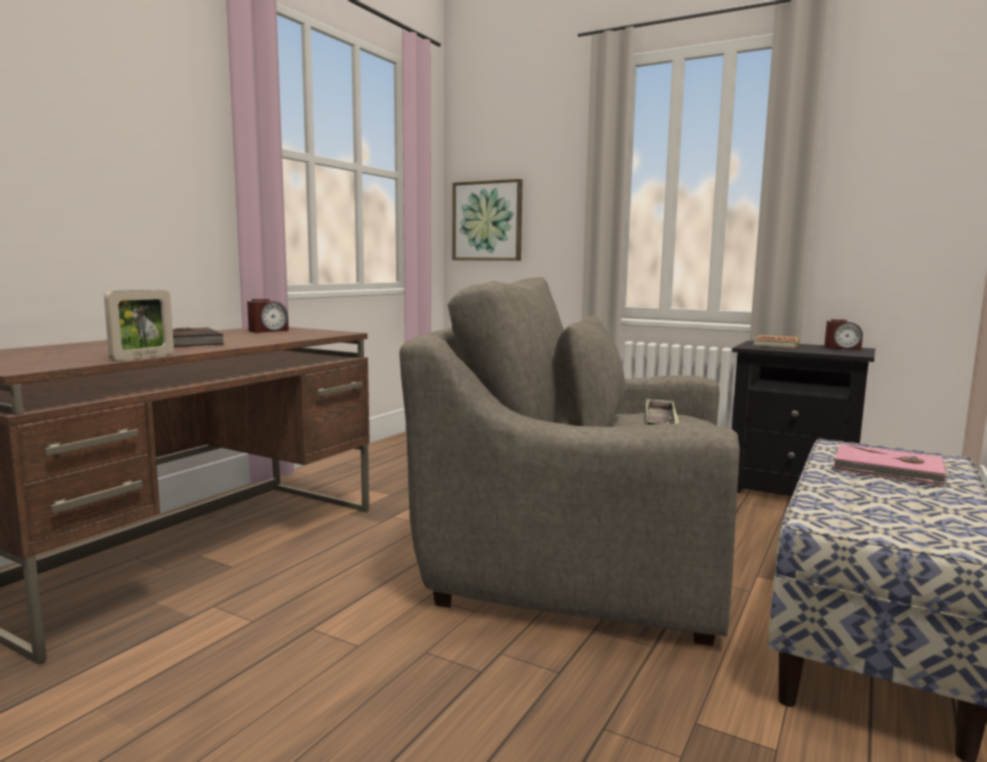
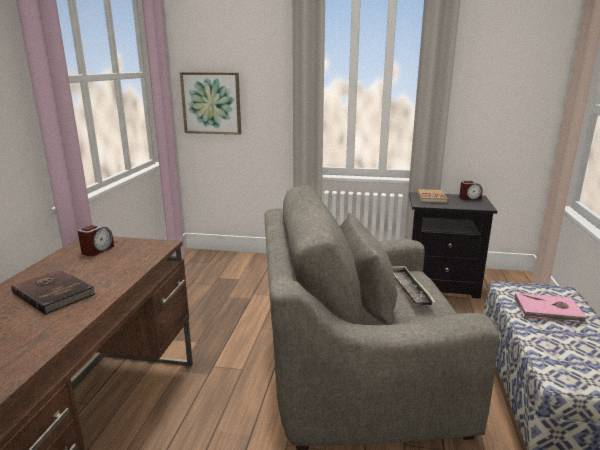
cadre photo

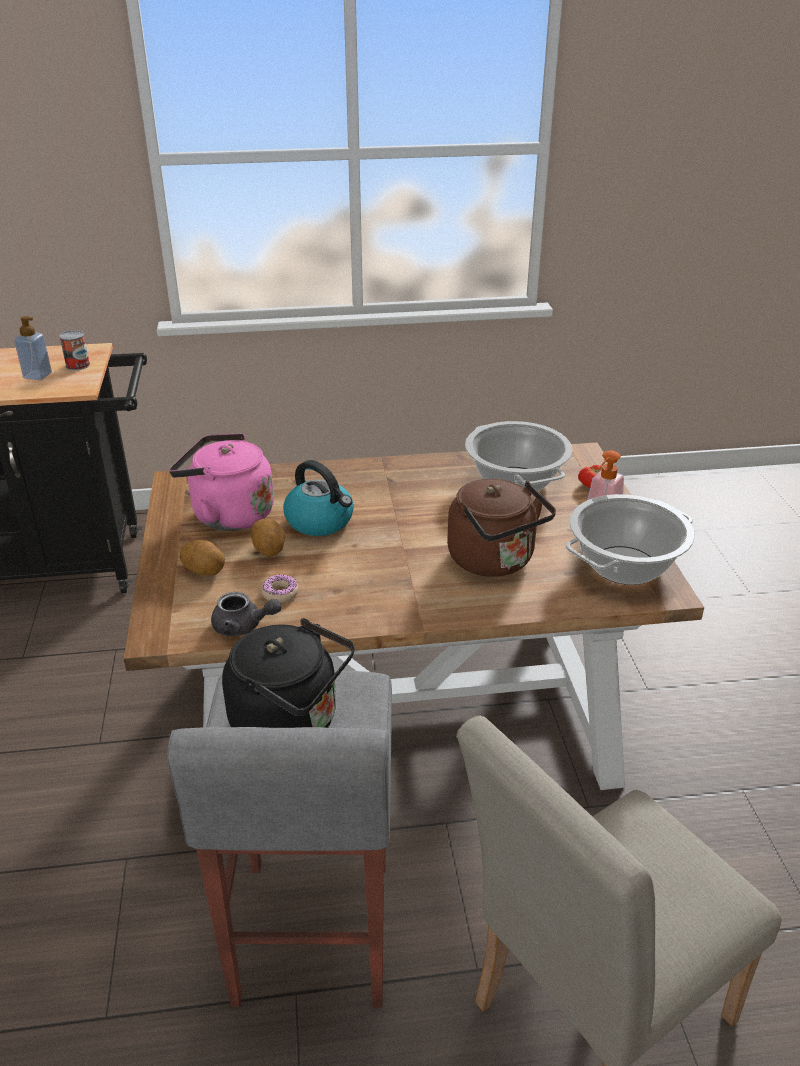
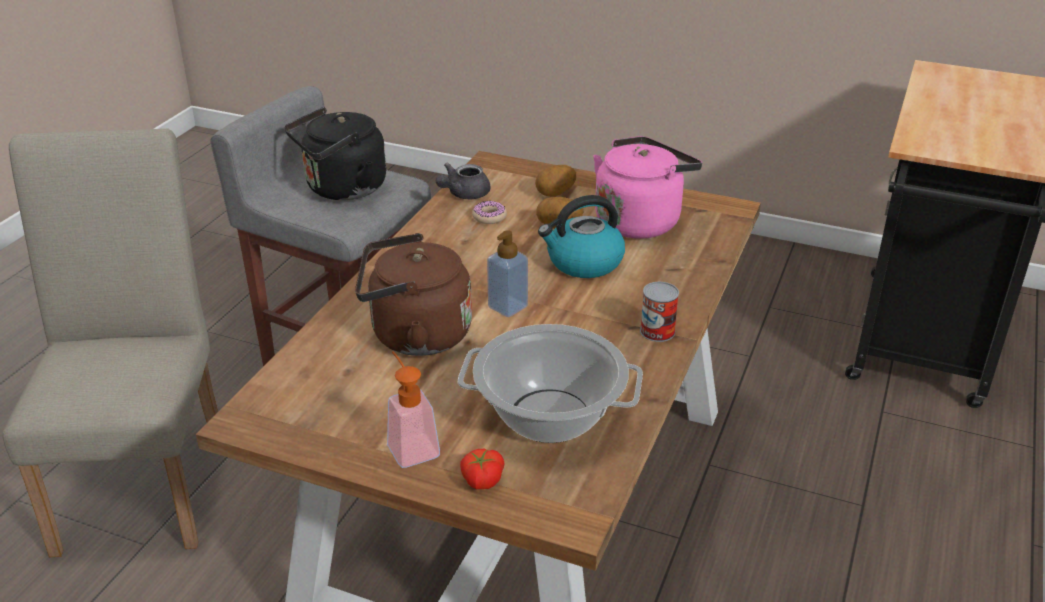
distributeur de savon (no. 2 from left)
boîte métallique
marmite (no. 2 from left in the first image)

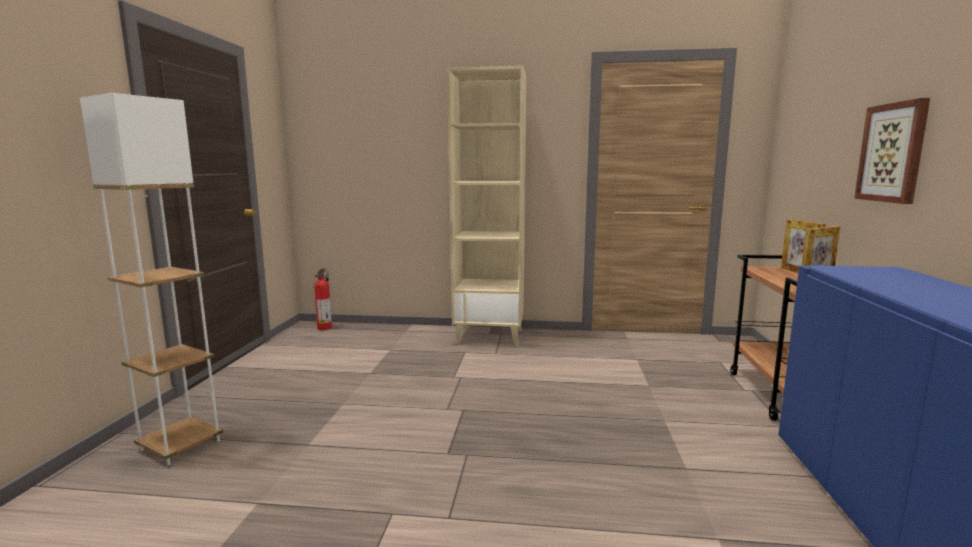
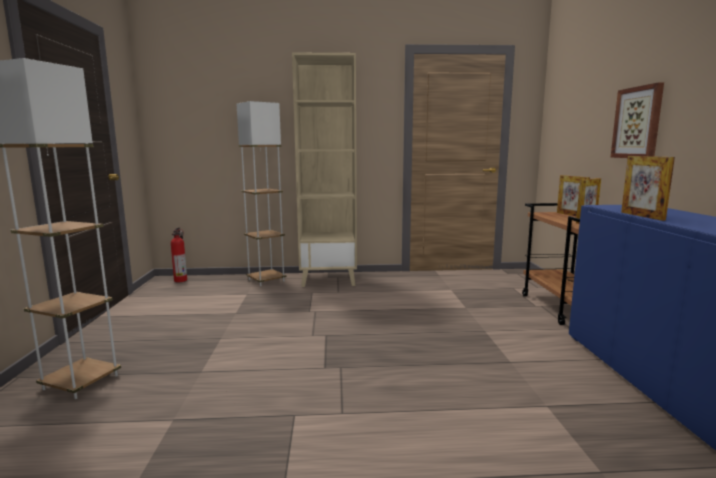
lampadaire/blanc (no. 2 from left)
cadre photo (no. 3 from left)

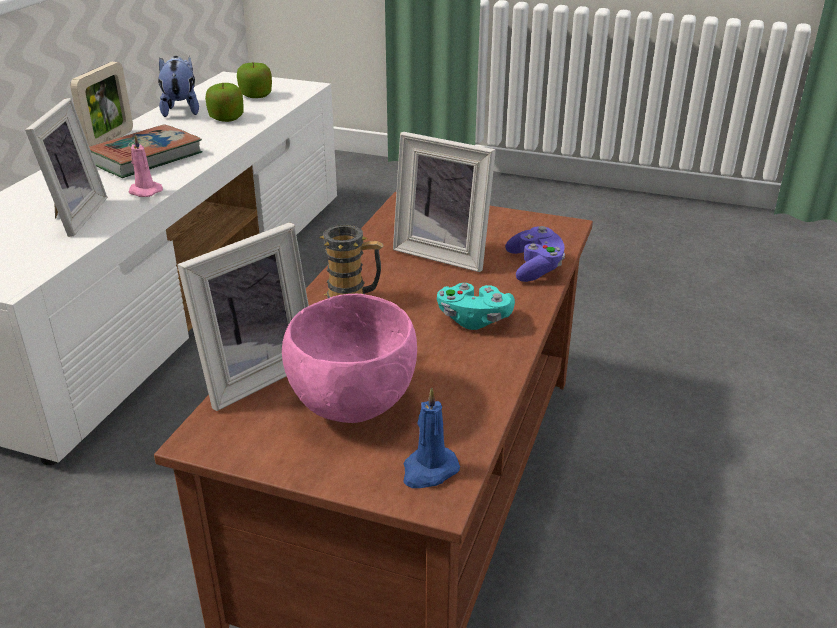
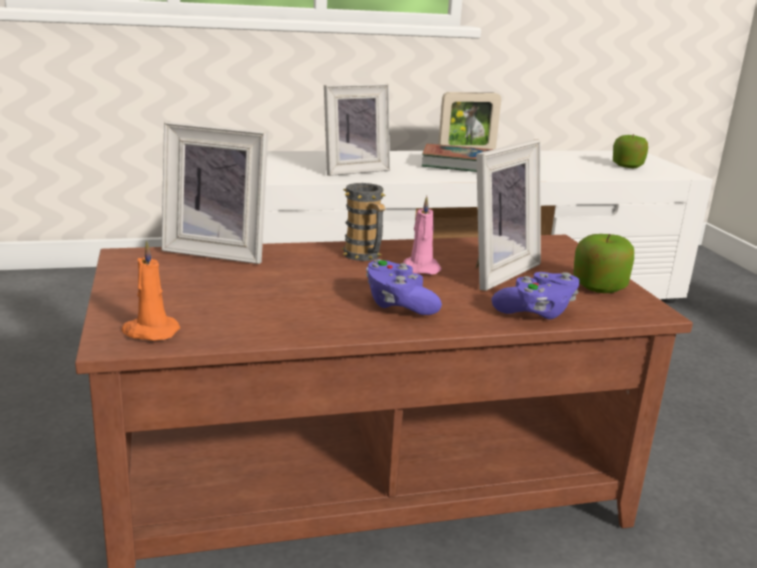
bougie/orange
manette/violet (no. 1 from left)
bougie/rose
cadre photo (no. 4 from left)
pomme (no. 1 from left)
peluche
bol/rose

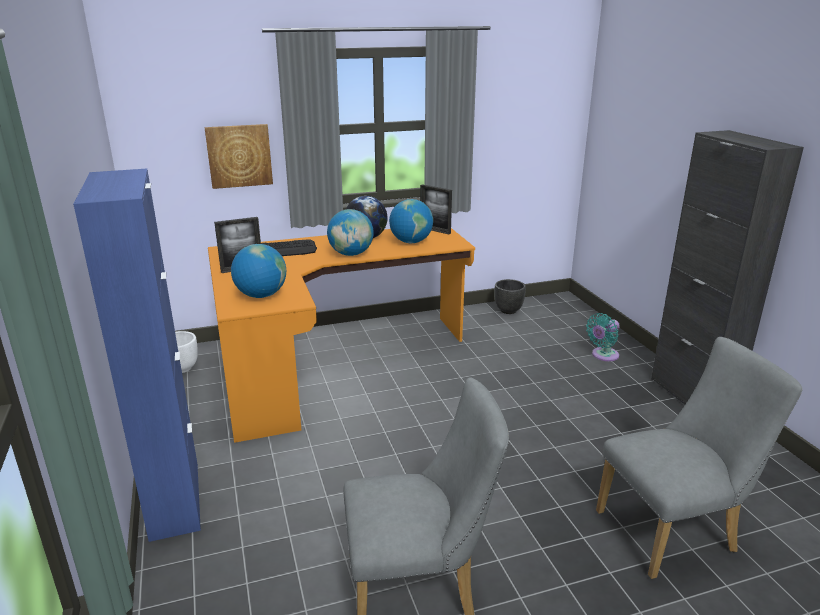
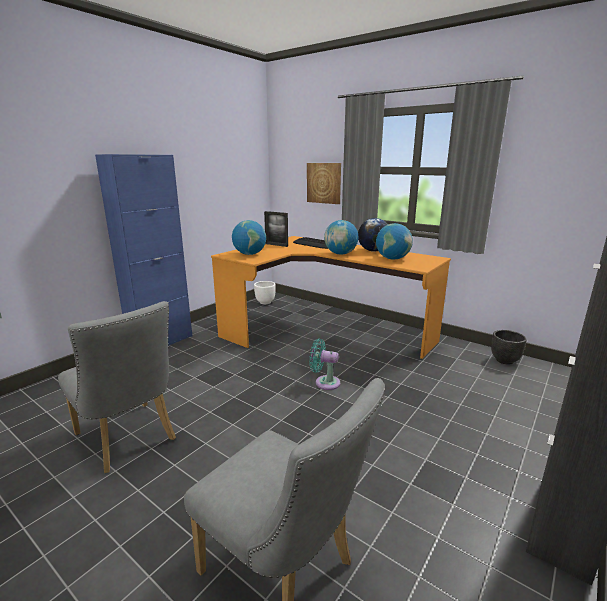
ventilateur/turquoise
cadre photo (no. 2 from left in the first image)

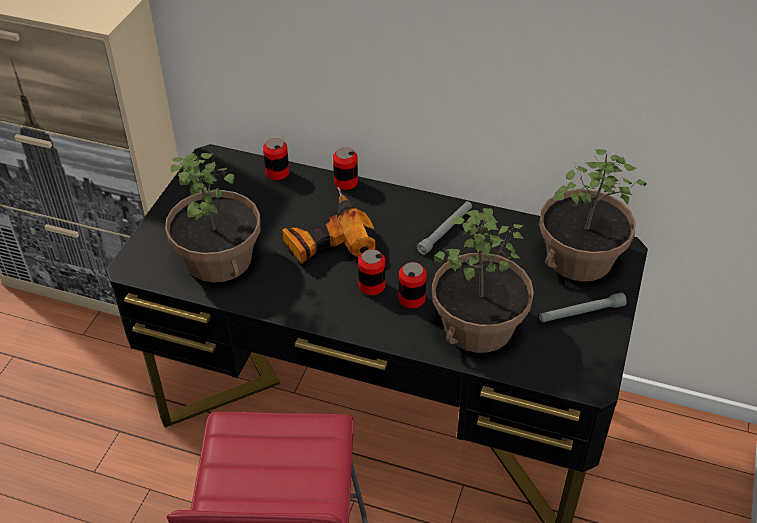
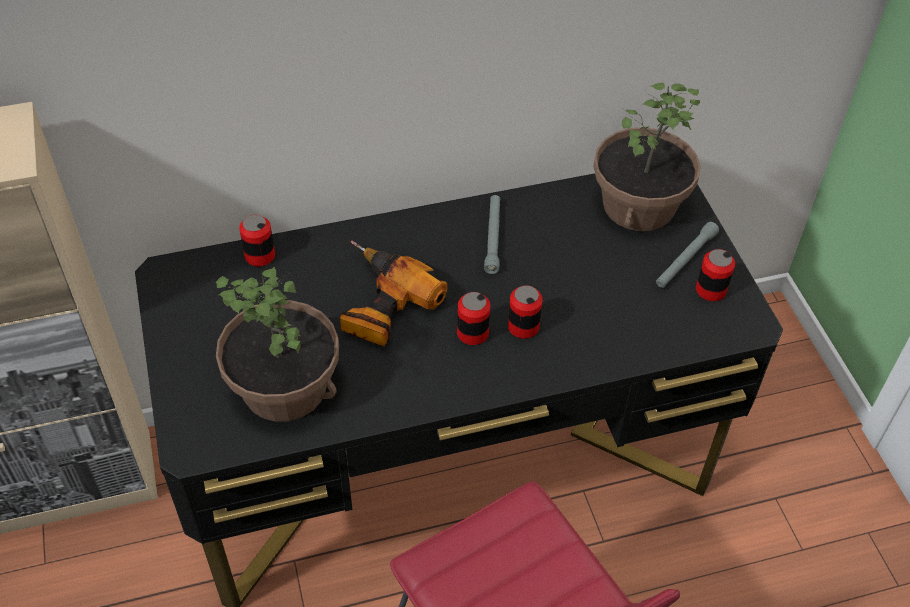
boîte métallique (no. 4 from left)
plante en pot (no. 2 from left in the first image)

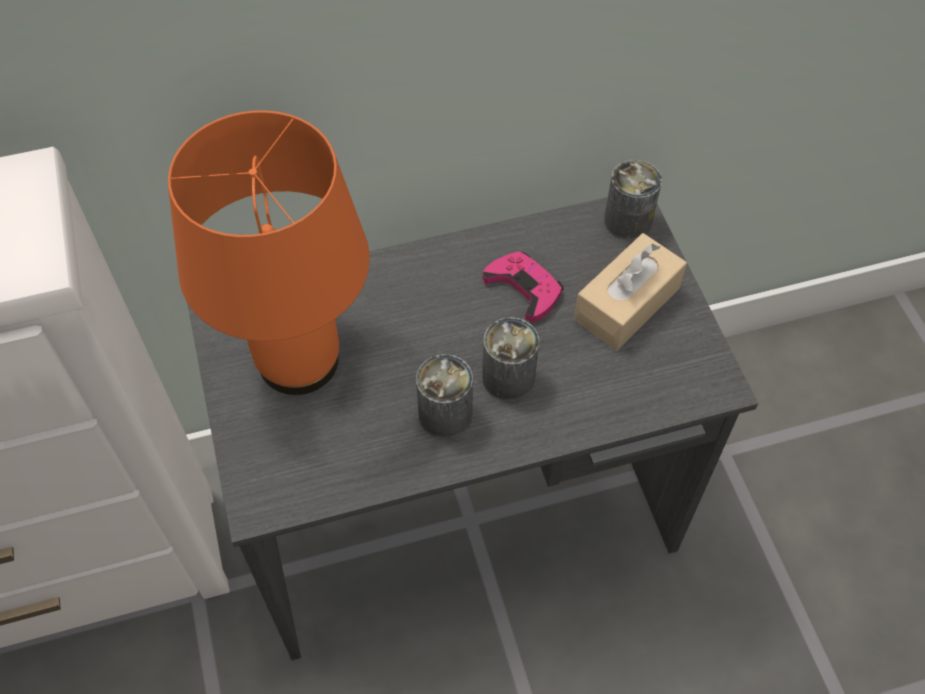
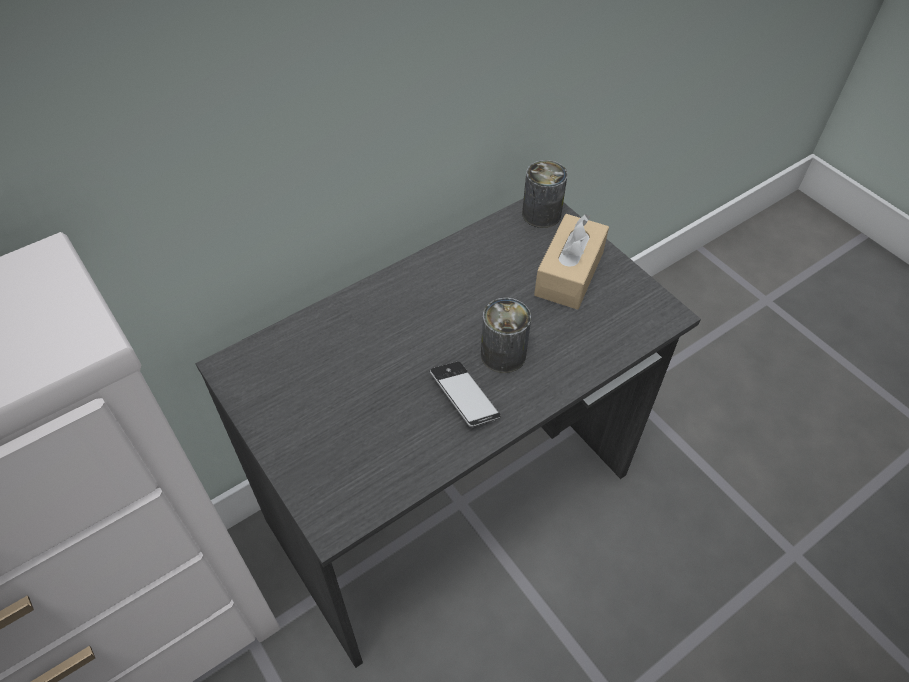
téléphone
lampe de table/orange
manette/rose

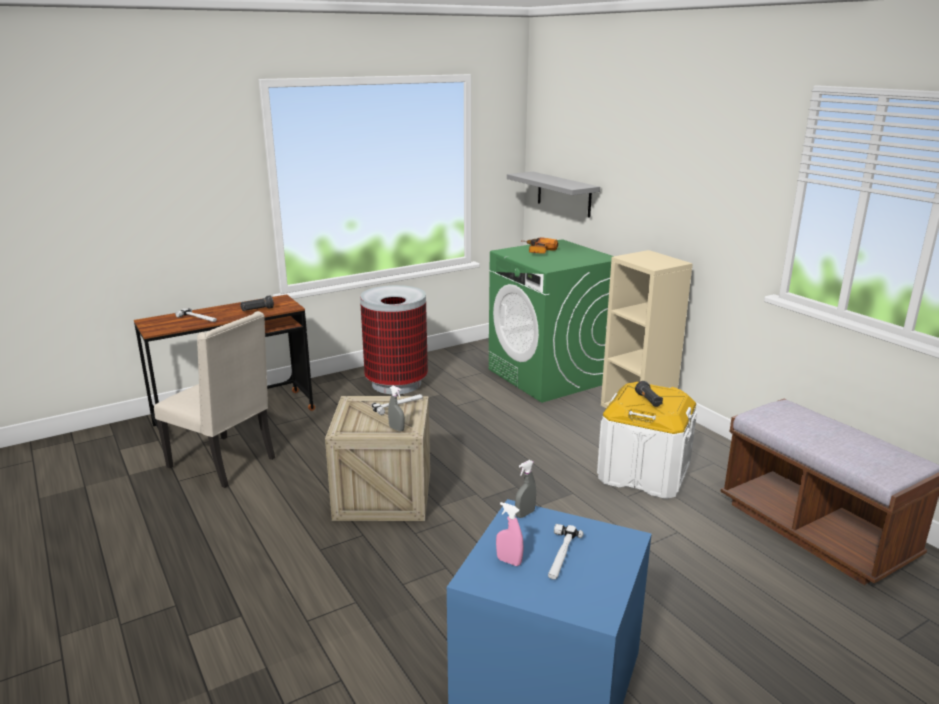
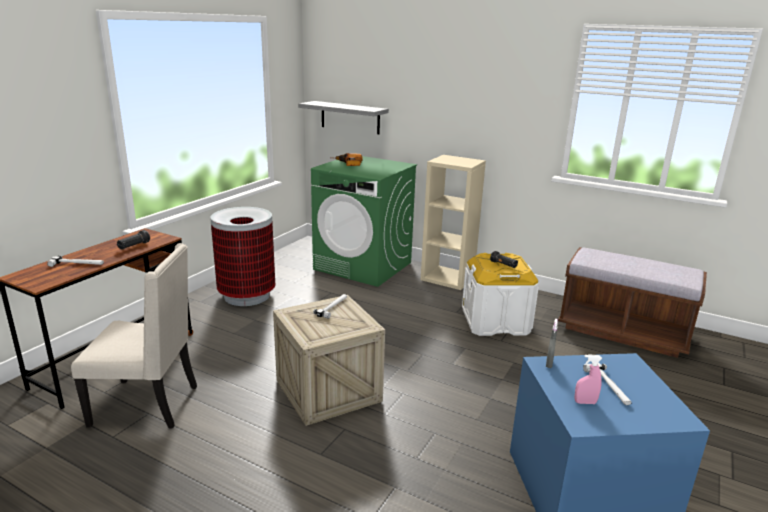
vaporisateur/gris (no. 1 from left in the first image)

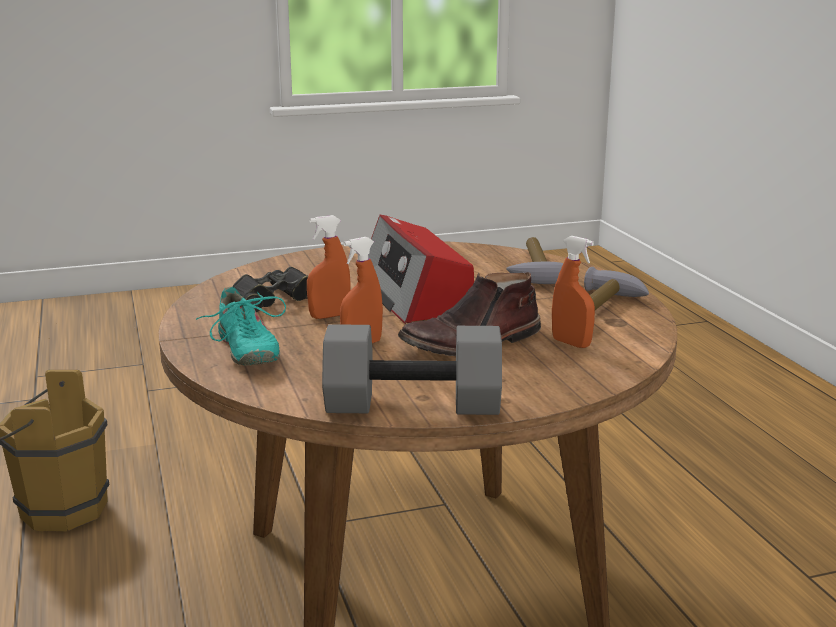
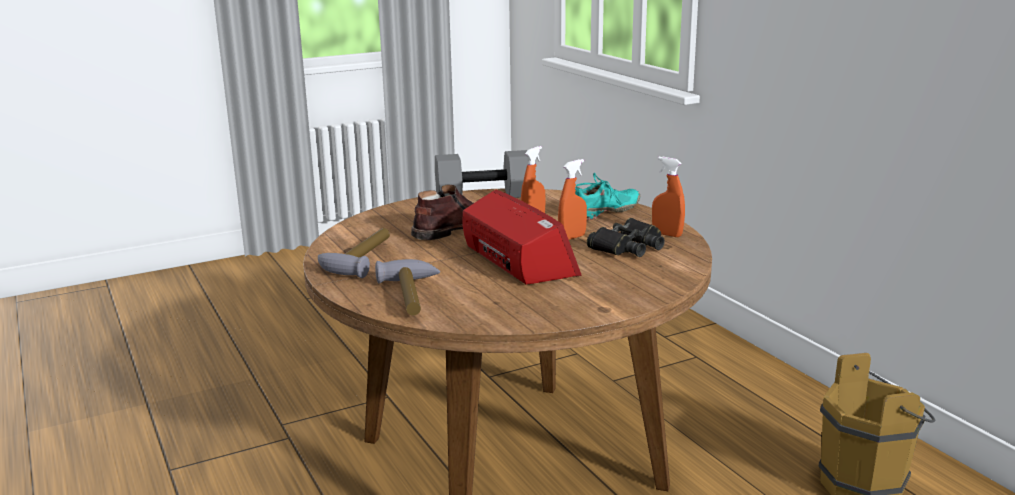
chaussure/turquoise
vaporisateur/orange (no. 3 from left)

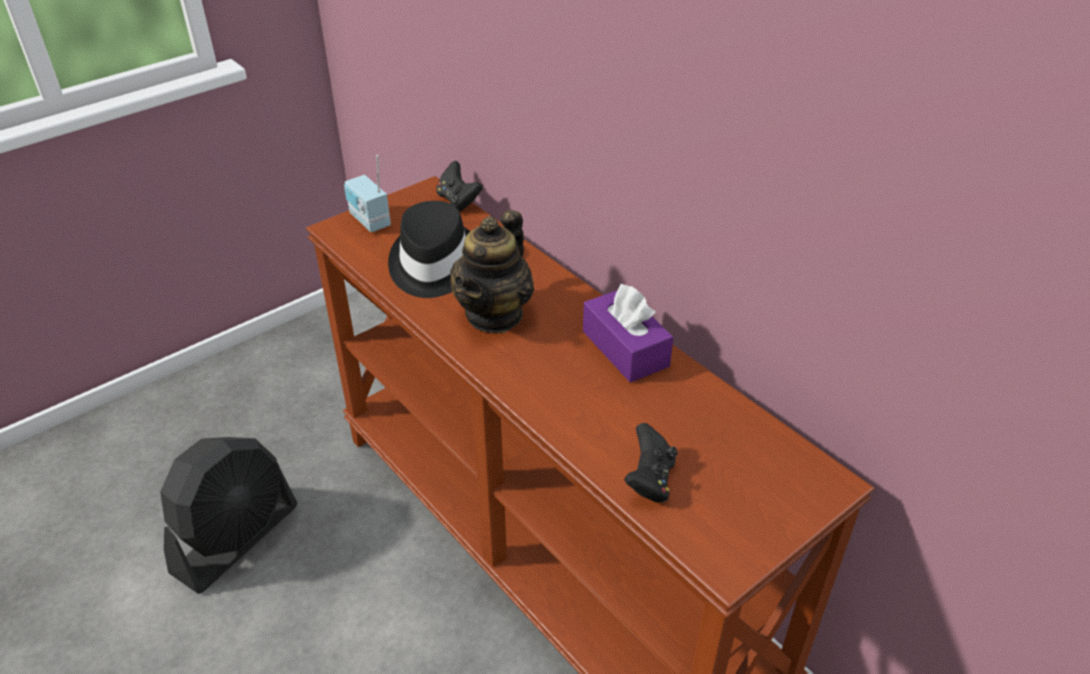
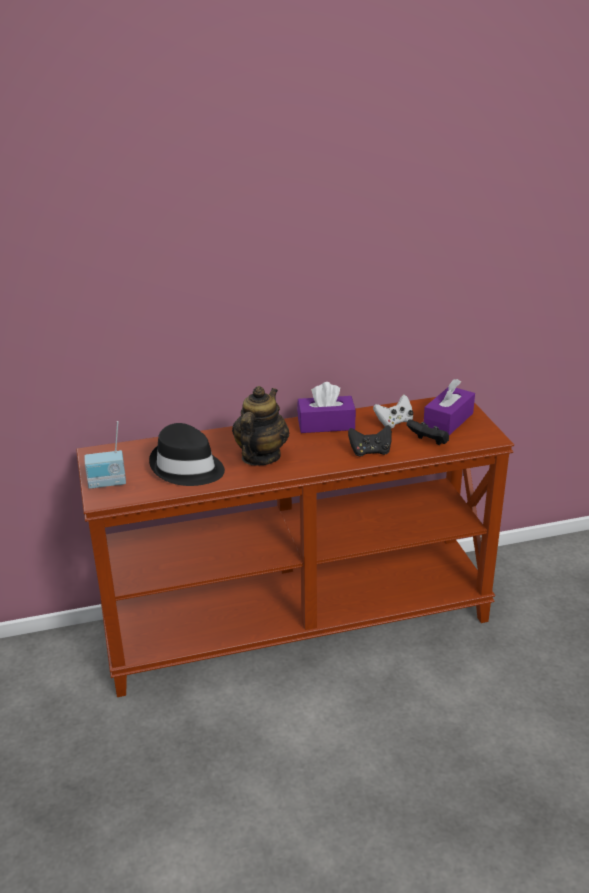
théière
manette/noir (no. 1 from left)
manette/blanc
boîte à mouchoirs/violet (no. 2 from left)
ventilateur/noir

